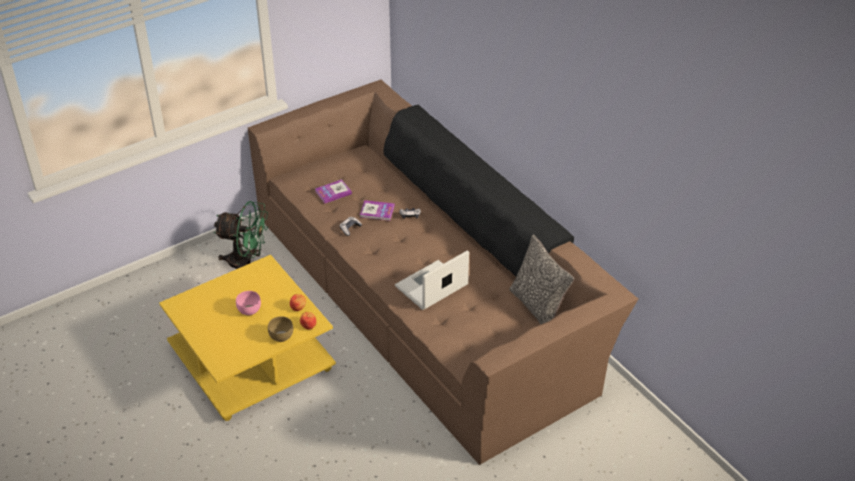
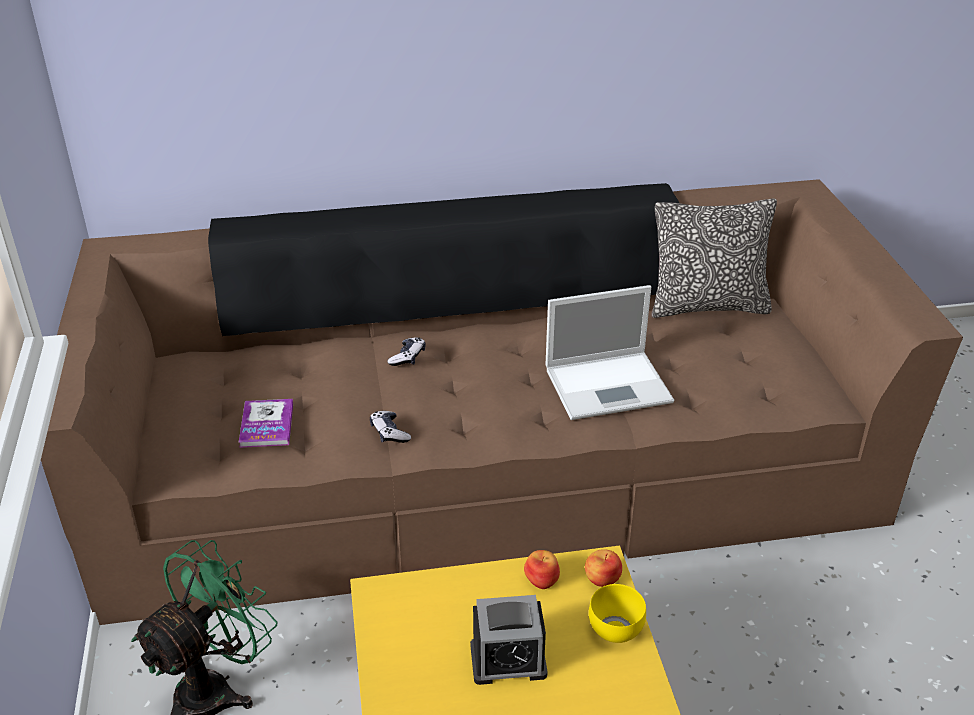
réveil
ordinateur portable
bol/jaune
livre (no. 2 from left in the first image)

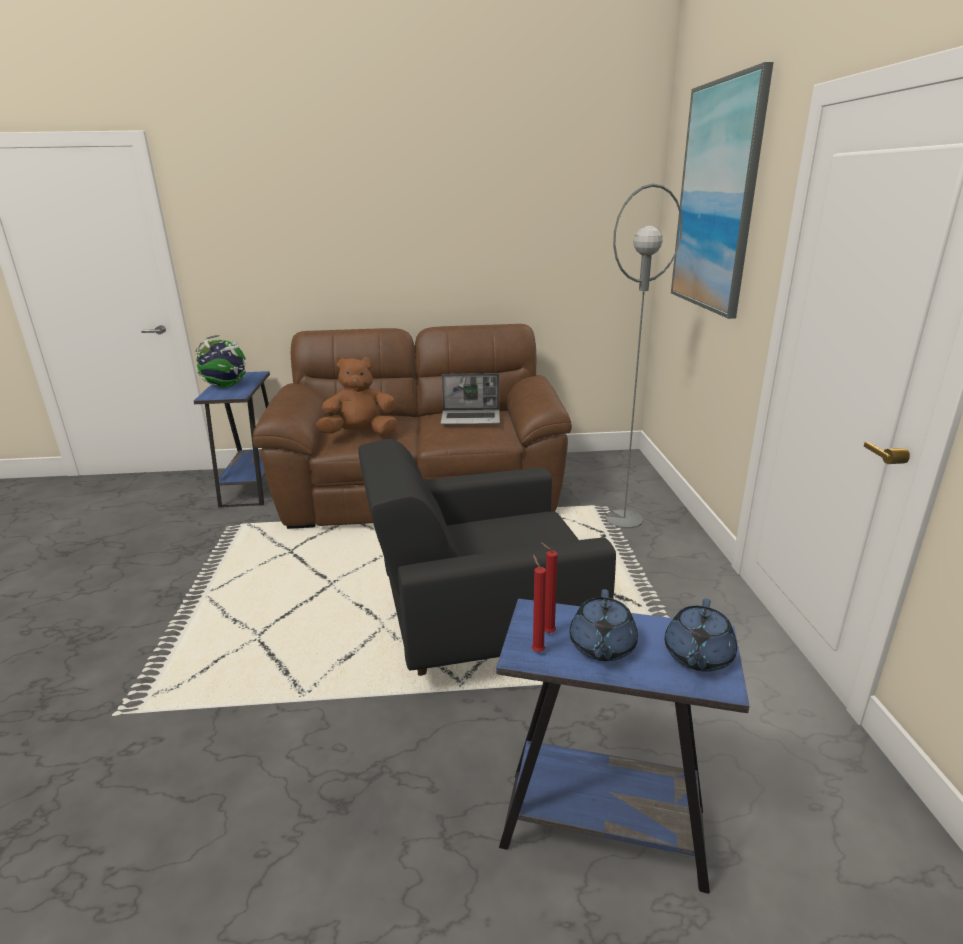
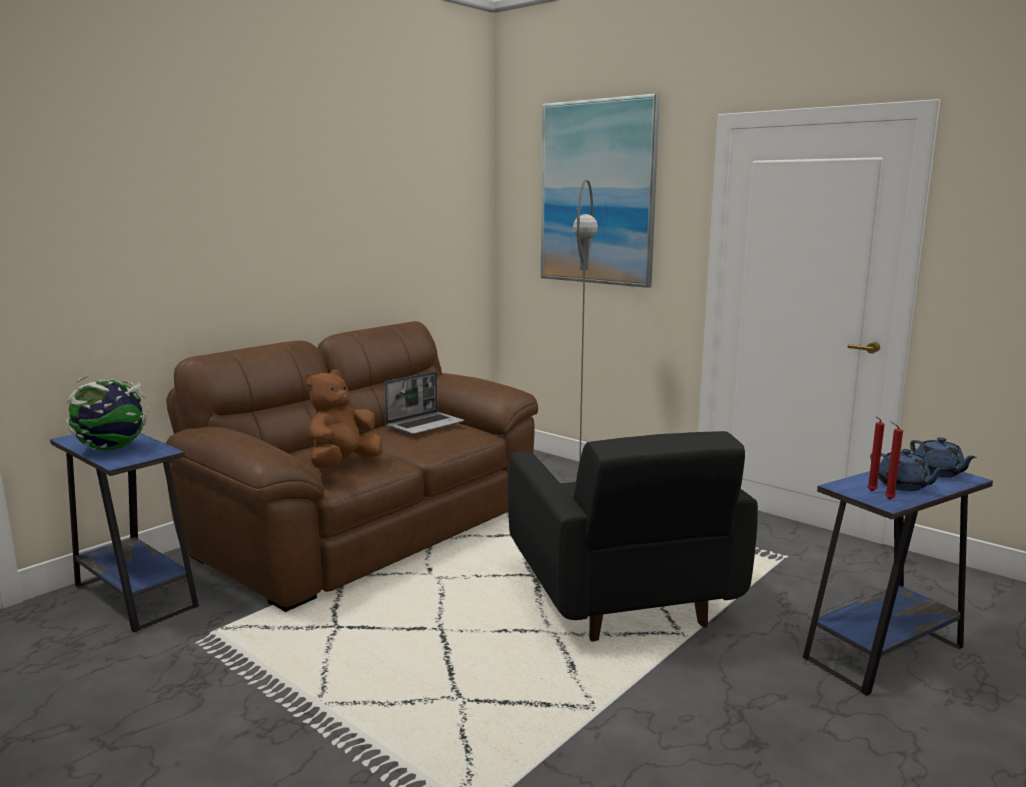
fauteuil/noir

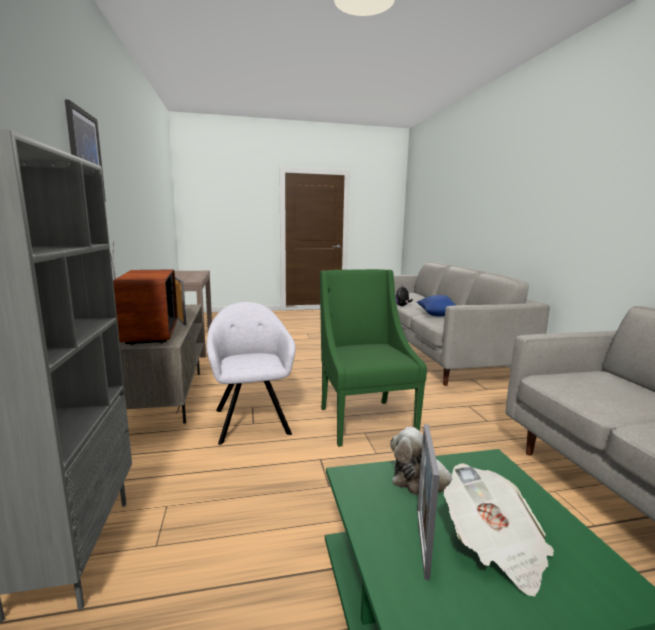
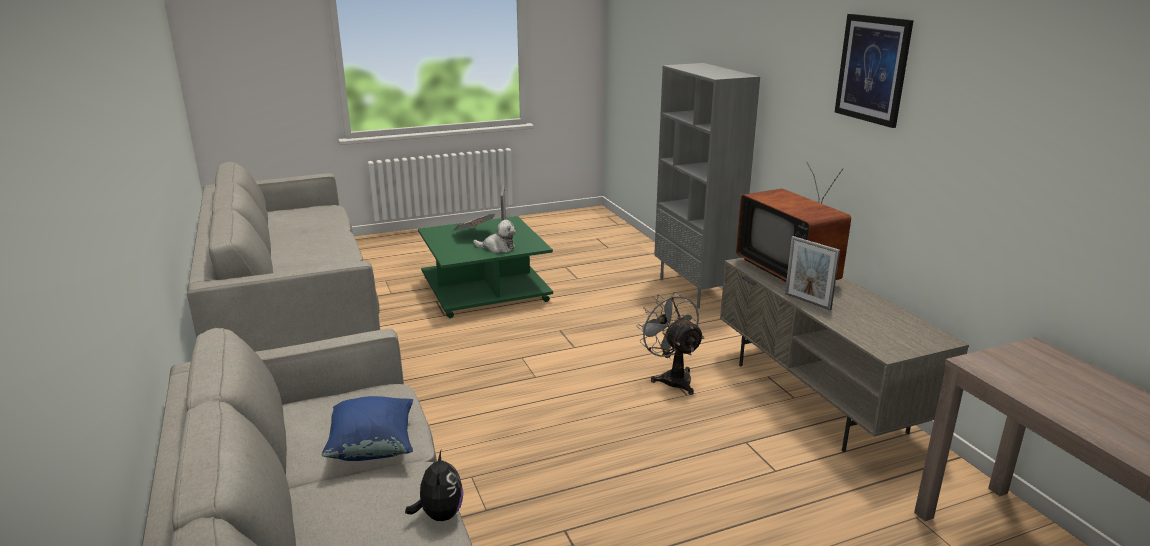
ventilateur/gris
fauteuil/vert

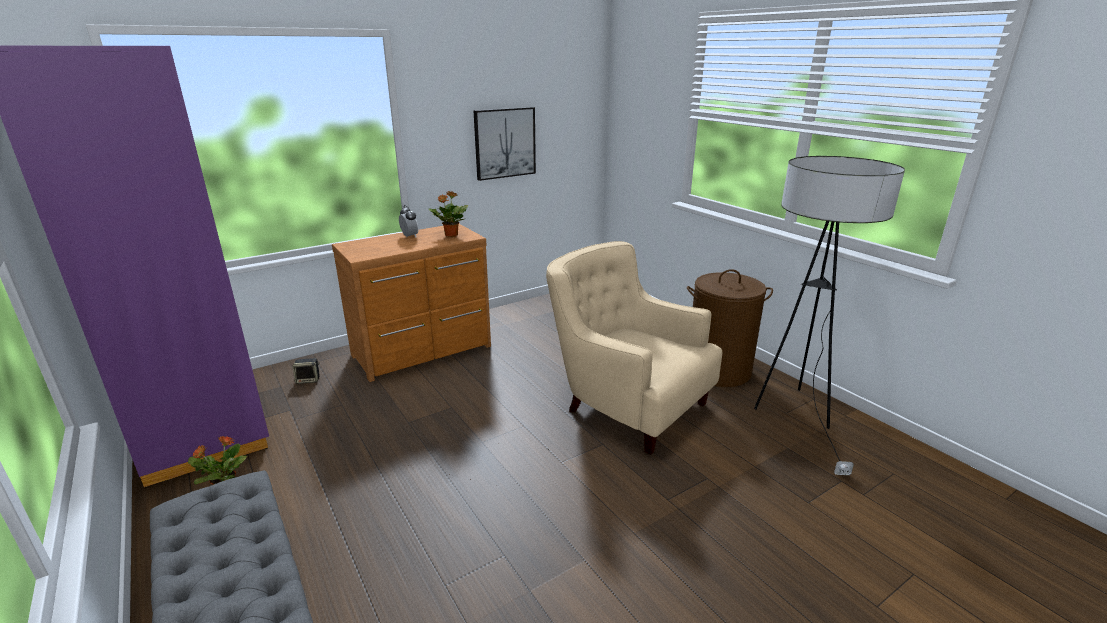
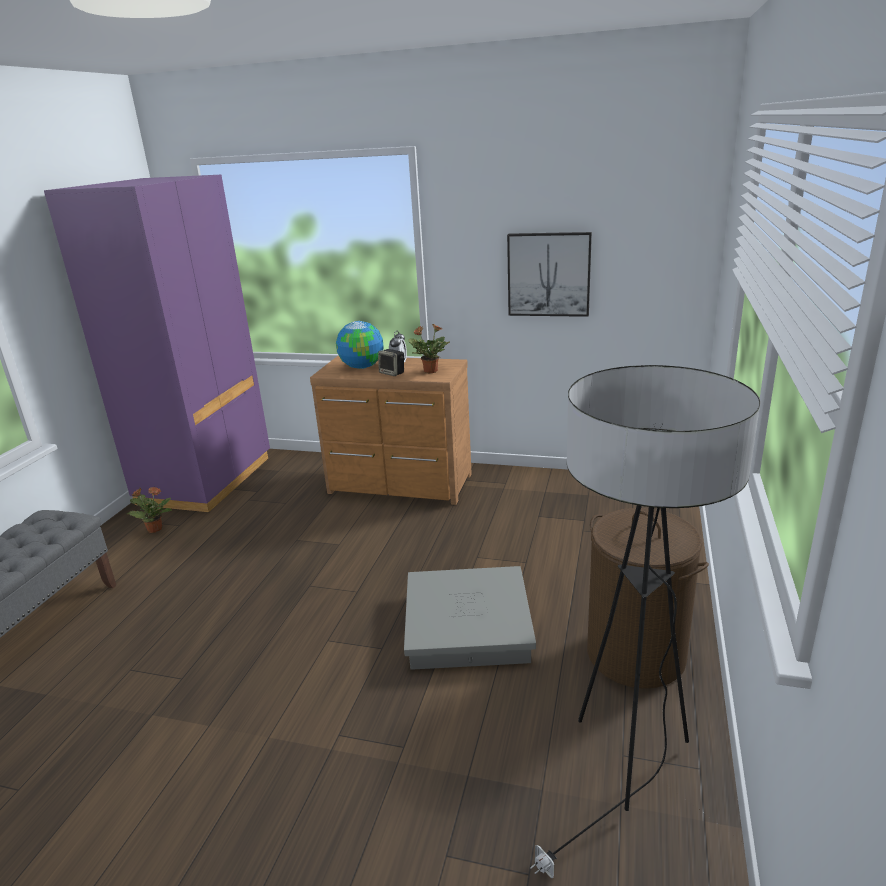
globe
enceinte
boîte de rangement/gris

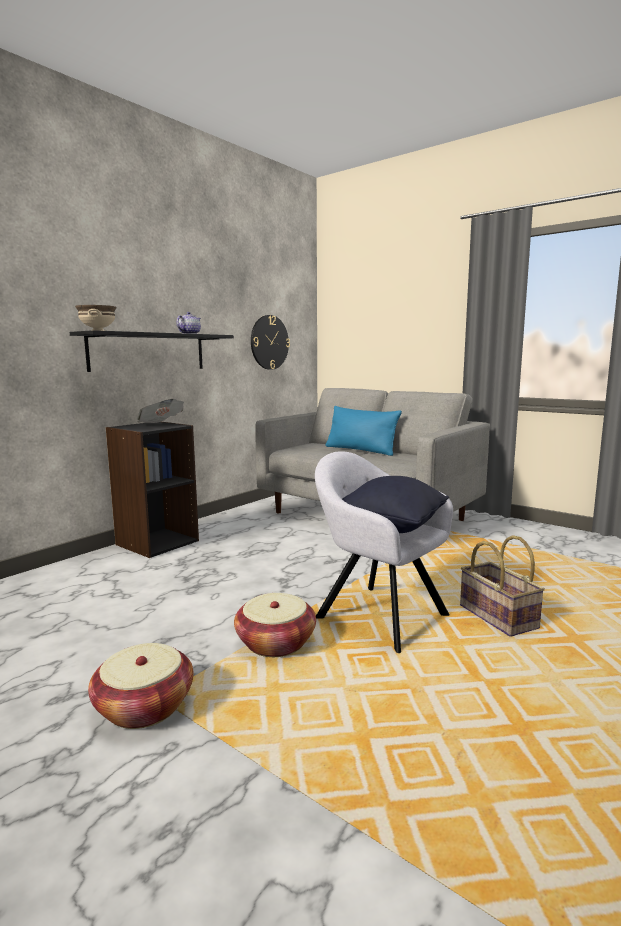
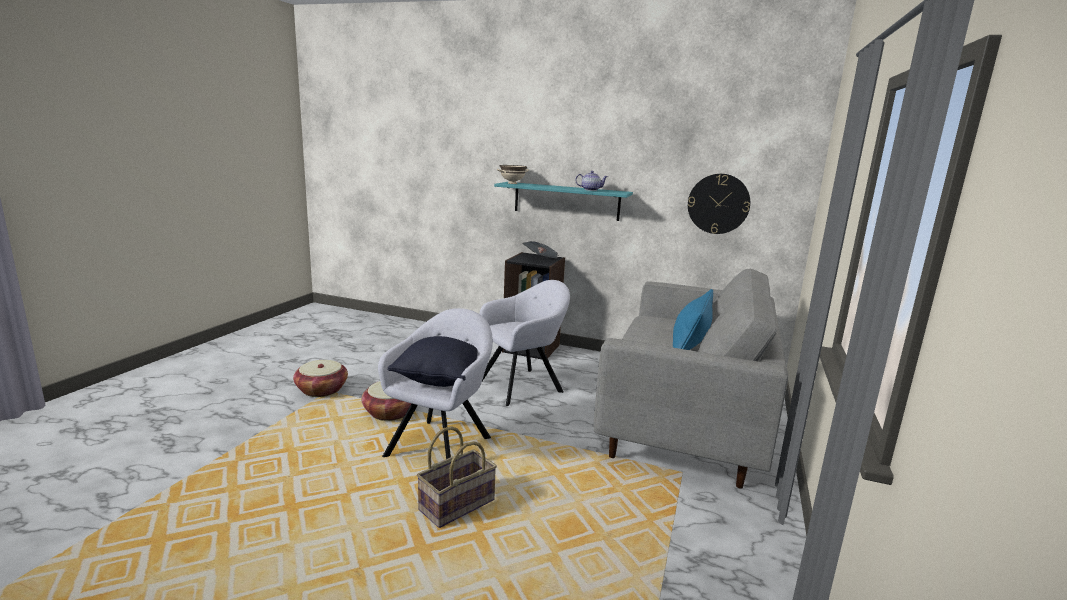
fauteuil/gris (no. 2 from left)
étagère/turquoise

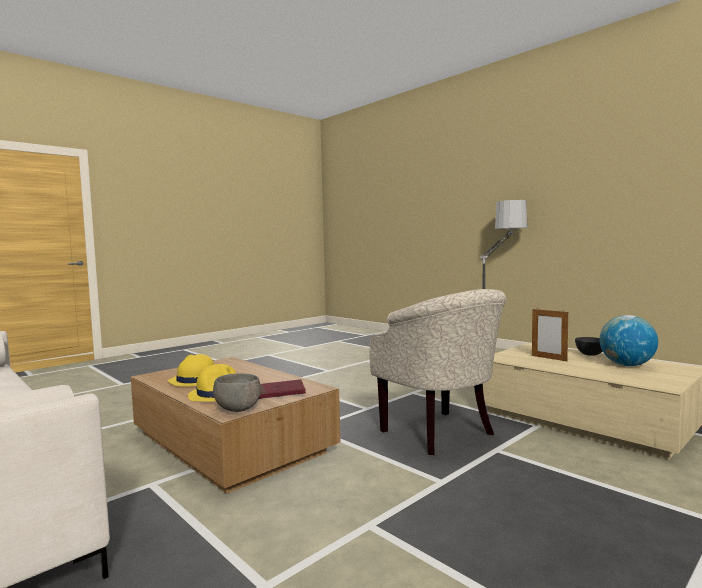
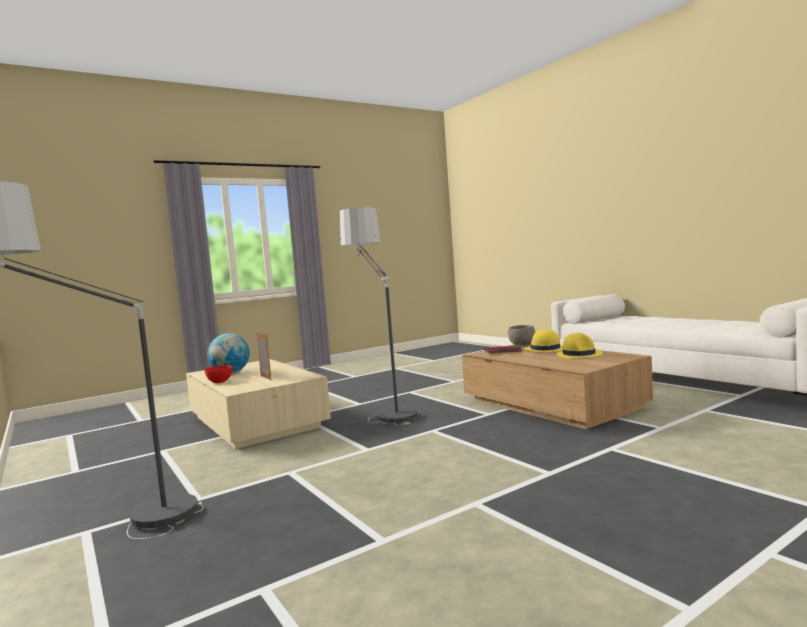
bol/rouge
lampadaire (no. 2 from left)

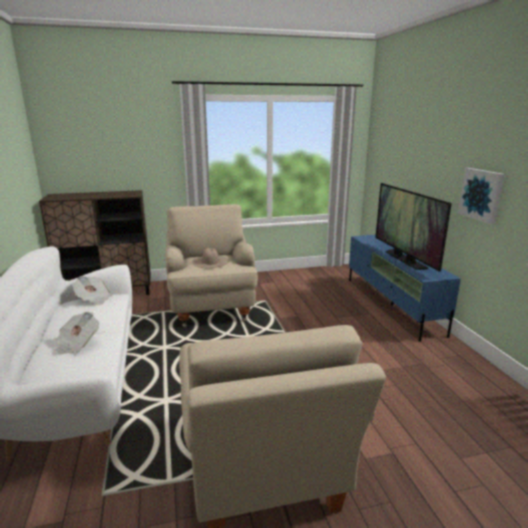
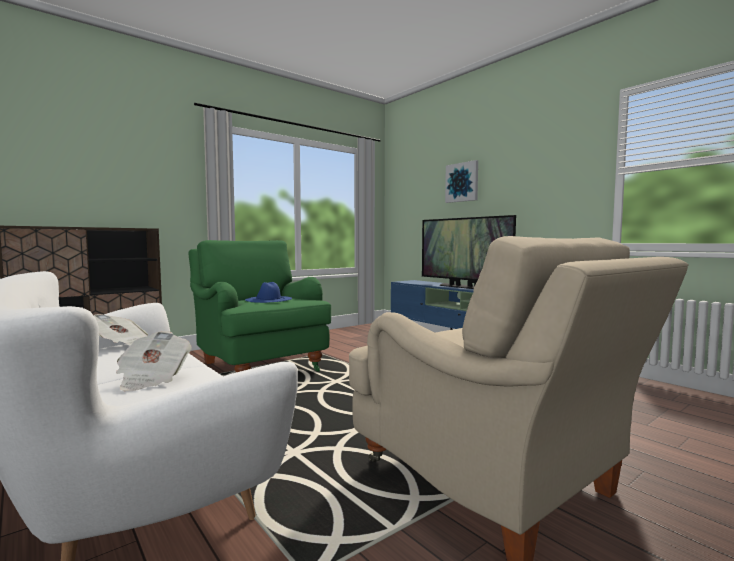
fauteuil/vert
chapeau/bleu
tableau

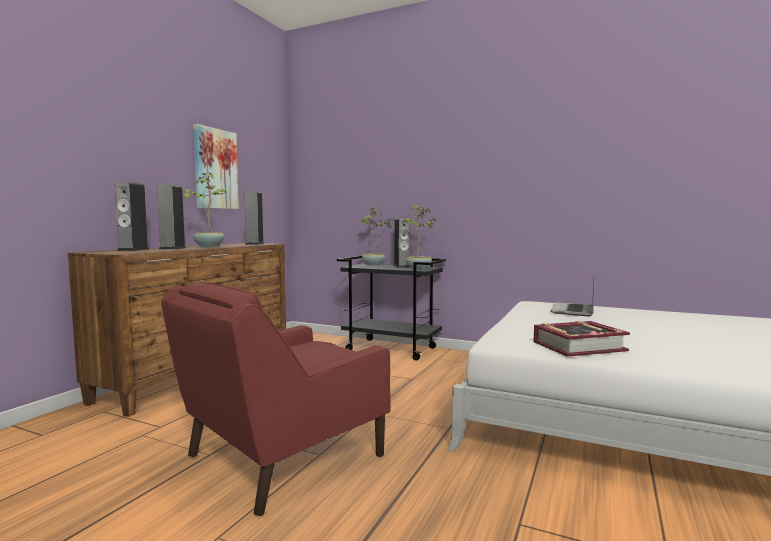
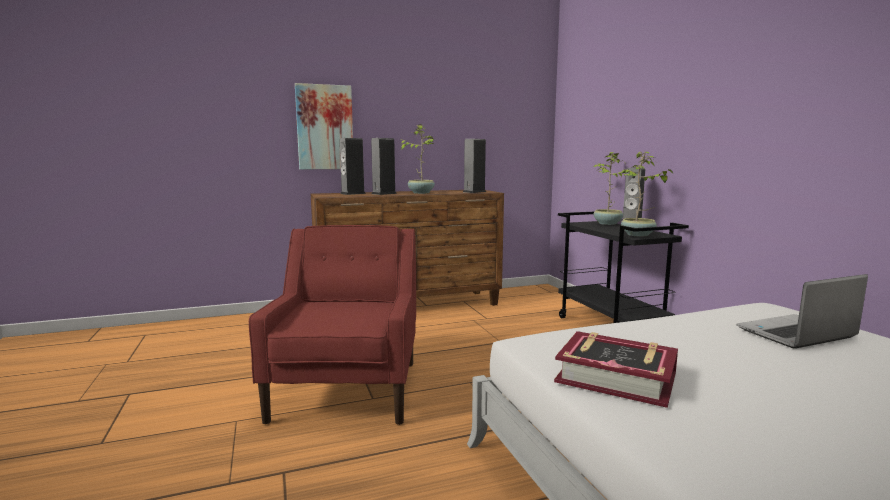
fauteuil/rouge
tableau

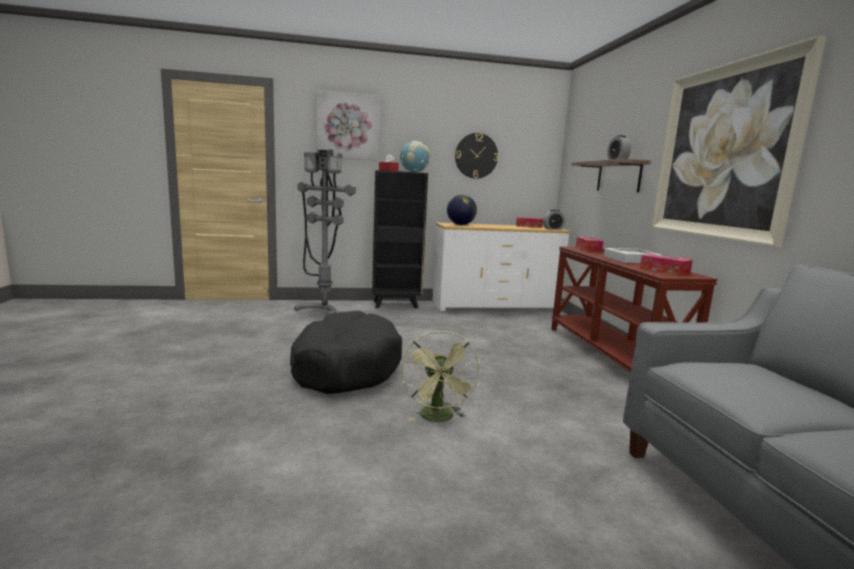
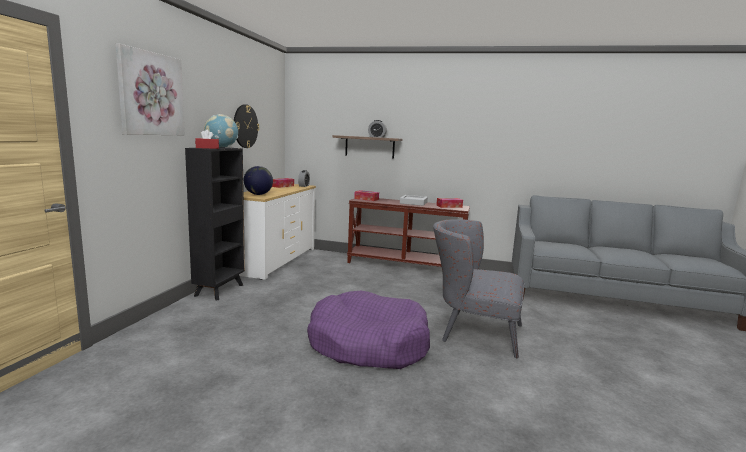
panier pour chien/violet
fauteuil/gris
lampadaire/gris
tableau (no. 2 from left in the first image)

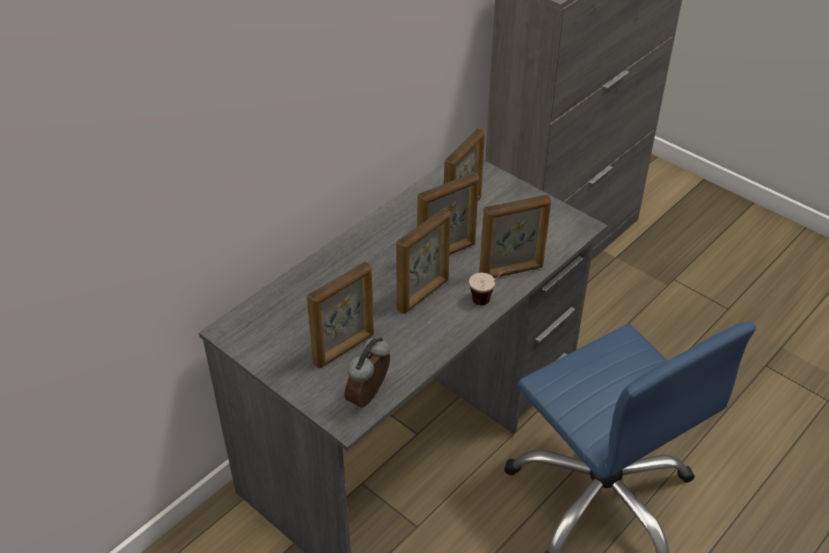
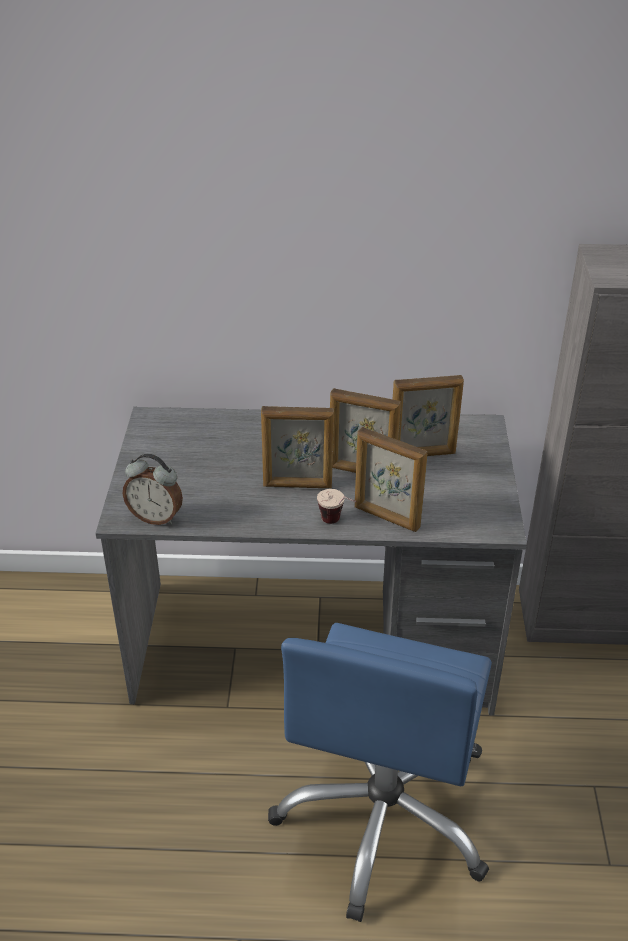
réveil
cadre photo (no. 1 from left in the first image)

